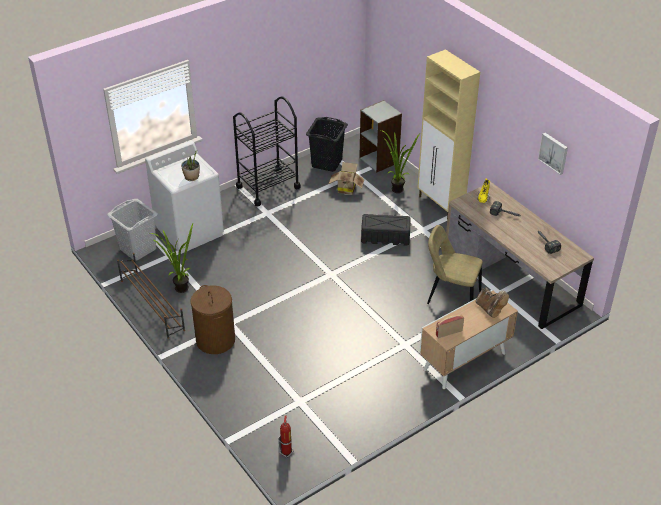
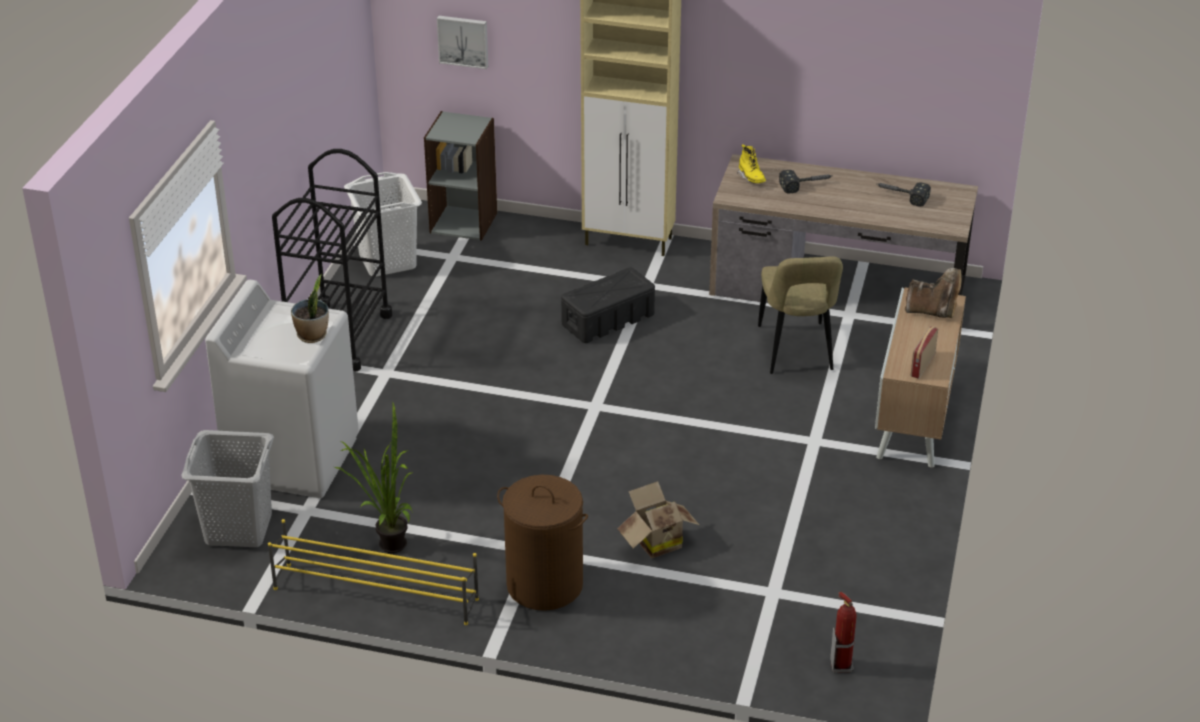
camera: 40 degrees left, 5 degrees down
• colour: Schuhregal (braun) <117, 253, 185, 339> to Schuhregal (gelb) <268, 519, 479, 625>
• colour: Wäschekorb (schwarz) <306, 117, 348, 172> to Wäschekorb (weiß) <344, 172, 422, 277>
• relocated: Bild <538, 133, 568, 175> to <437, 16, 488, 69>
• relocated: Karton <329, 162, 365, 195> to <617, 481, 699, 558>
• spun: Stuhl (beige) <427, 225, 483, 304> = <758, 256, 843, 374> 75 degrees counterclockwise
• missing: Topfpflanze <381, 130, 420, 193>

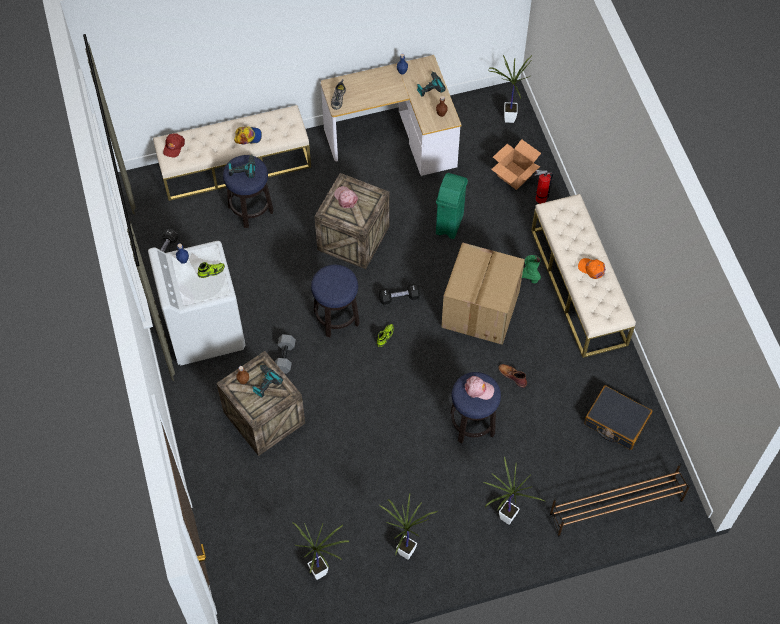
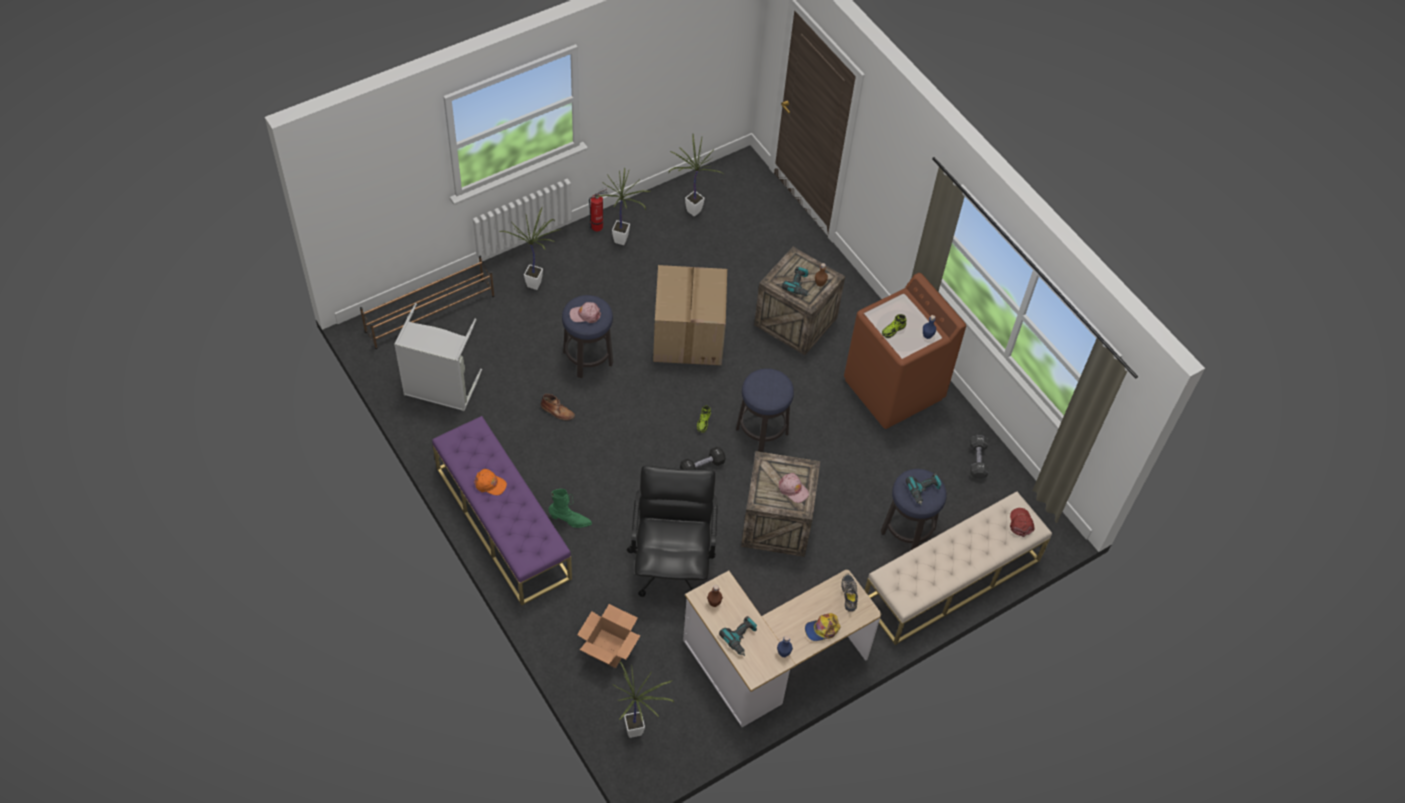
camera: 160 degrees right, 5 degrees down
• exchanged: Koffer (schwarz) <584, 385, 653, 450> to Wäschekorb (grau) <394, 303, 482, 411>
• colour: Bank (beige) <531, 194, 636, 358> to Bank (lila) <432, 416, 572, 606>
• relocated: Feuerlöscher <534, 170, 553, 204> to <589, 187, 608, 231>
• exchanged: Mülleimer (grün) <436, 173, 468, 239> to Bürostuhl (schwarz) <627, 466, 718, 597>
• relocated: Karton <441, 242, 525, 345> to <653, 265, 727, 366>
• relocated: Kappe <234, 126, 262, 145> to <805, 613, 840, 641>
• colour: Waschmaschine (weiß) <148, 241, 245, 366> to Waschmaschine (braun) <844, 273, 966, 429>
• missing: Hantel (grau) <274, 334, 296, 374>

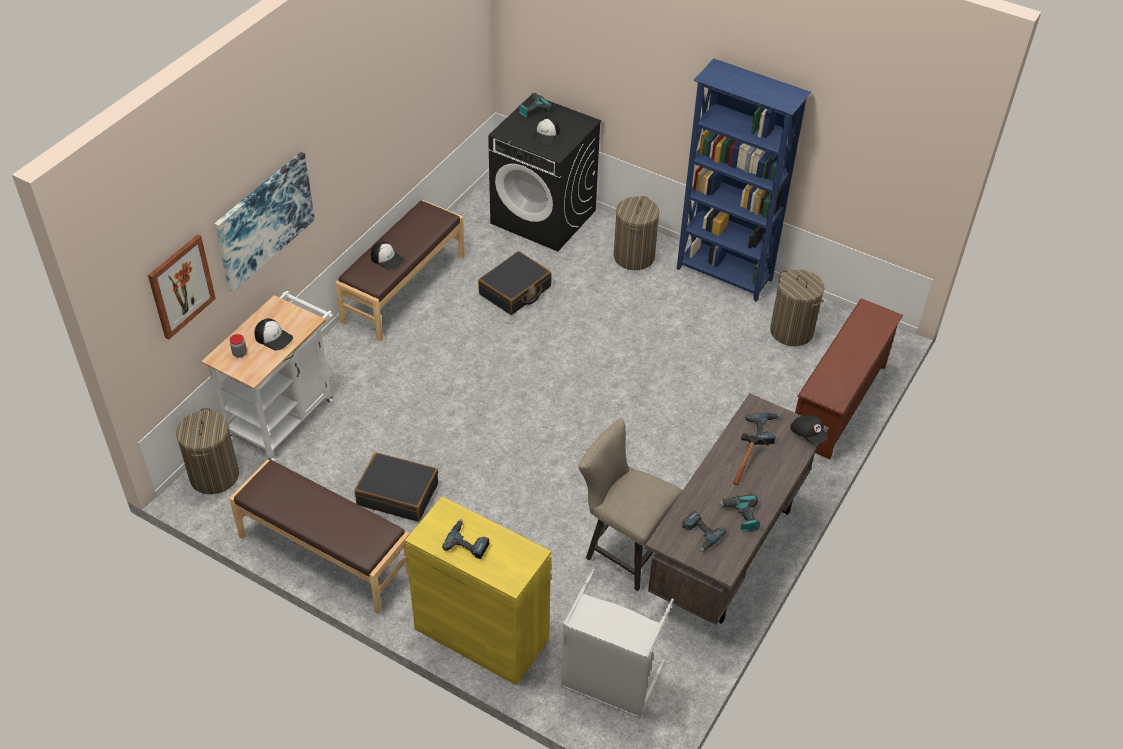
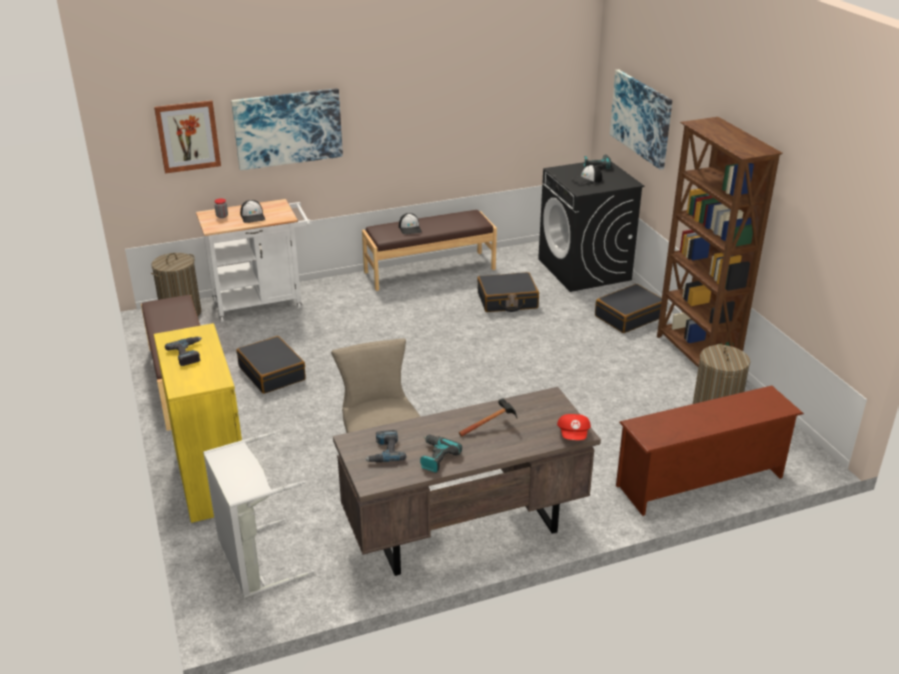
camera: 40 degrees right, 15 degrees down
• colour: Kappe (schwarz) <790, 415, 828, 444> to Kappe (rot) <557, 414, 591, 440>
• exchanged: Wäschekorb <614, 196, 660, 270> to Koffer (schwarz) <595, 284, 662, 333>
• appeared: Bild <610, 70, 672, 170>
• colour: Bücherregal (blau) <677, 59, 811, 302> to Bücherregal (braun) <657, 117, 783, 367>
• missing: Bohrmaschine <745, 413, 780, 445>

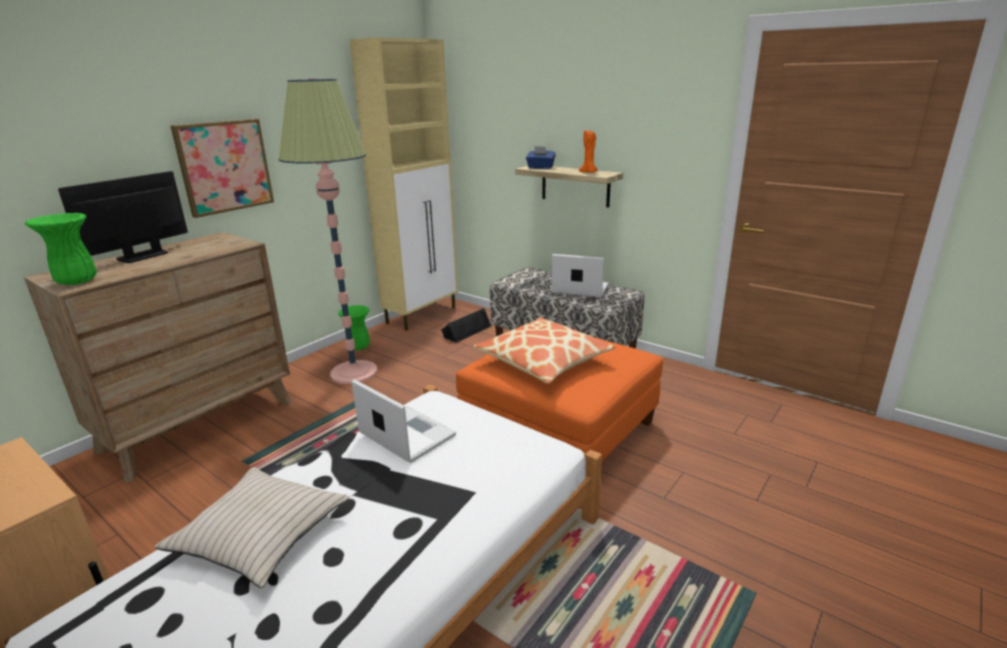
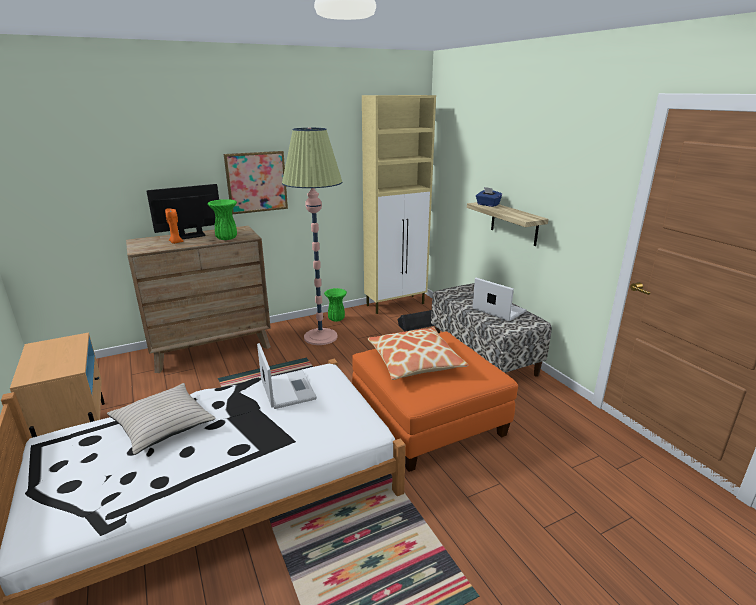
camera: 25 degrees right, 0 degrees up
• relocated: Kerze (orange) <579, 130, 598, 173> to <165, 208, 184, 244>
• relocated: Vase (grün) <25, 213, 97, 285> to <207, 199, 237, 240>

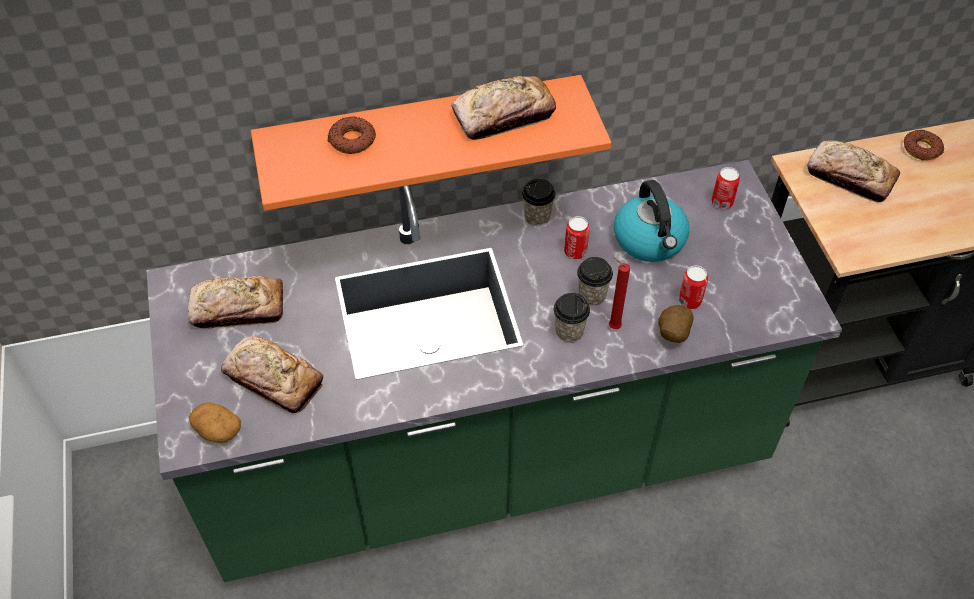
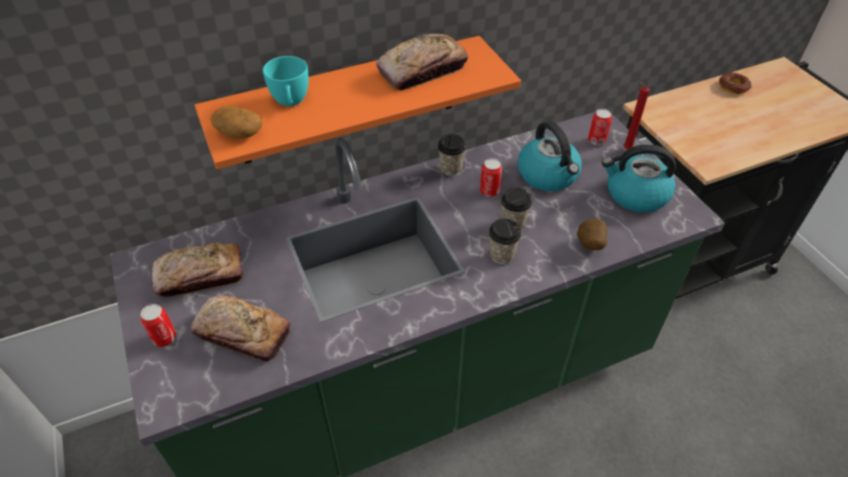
camera: 10 degrees left, 5 degrees down
• relocated: Dose <678, 265, 708, 309> to <140, 304, 176, 347>
• relocated: Kartoffel <189, 402, 241, 443> to <210, 106, 262, 138>
• exchanged: Donut <327, 116, 376, 154> to Tasse (türkis) <263, 56, 308, 106>
• appeared: Wasserkessel <602, 144, 676, 213>
• relocated: Kerze (rot) <609, 258, 630, 329> to <623, 81, 650, 150>
• missing: Brot <807, 141, 900, 202>

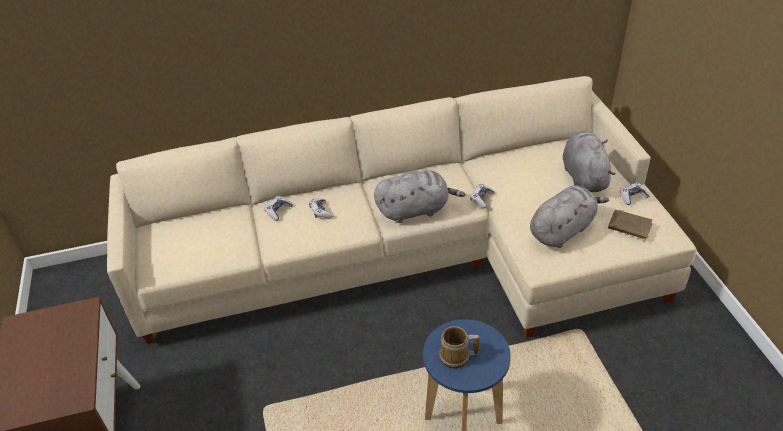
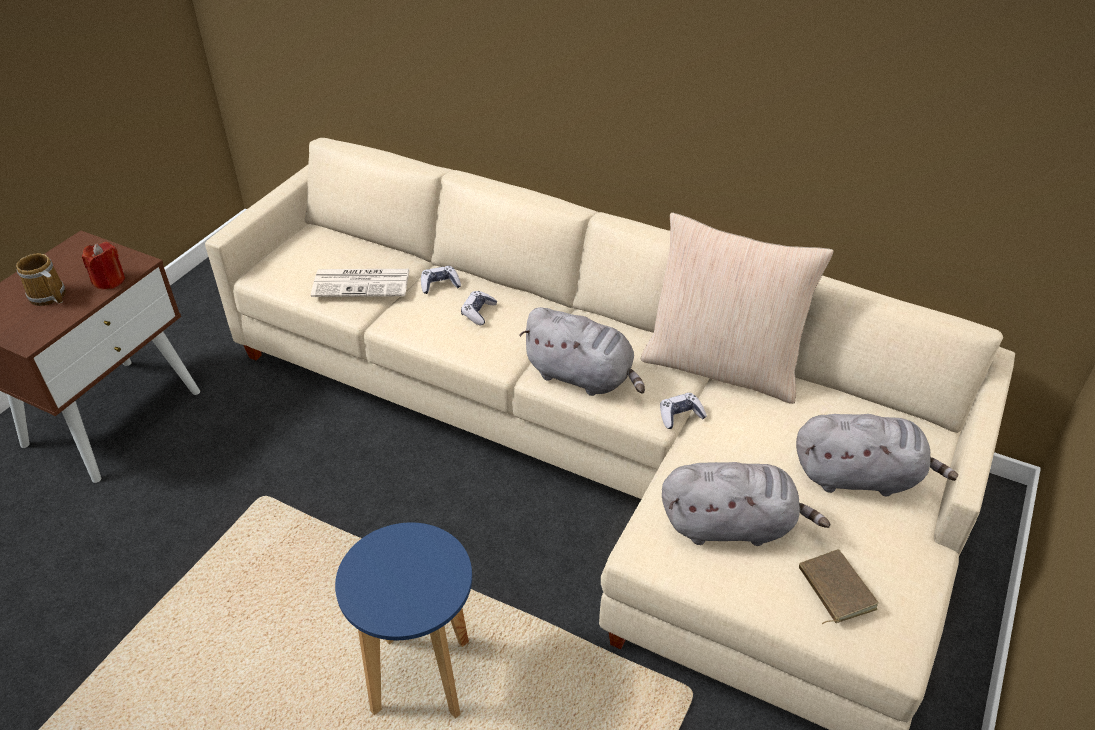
camera: 40 degrees right, 0 degrees up
• relocated: Henkelbecher <439, 326, 480, 369> to <16, 253, 66, 306>
• appeared: Kerze (rot) <82, 242, 125, 289>
• appeared: Zeitung <311, 269, 409, 297>
• appeared: Kissen (beige) <641, 212, 834, 404>
• spun: Plüschtier (grau) <563, 132, 615, 192> = <796, 414, 958, 496> 60 degrees clockwise
• missing: Gamepad <620, 182, 650, 205>

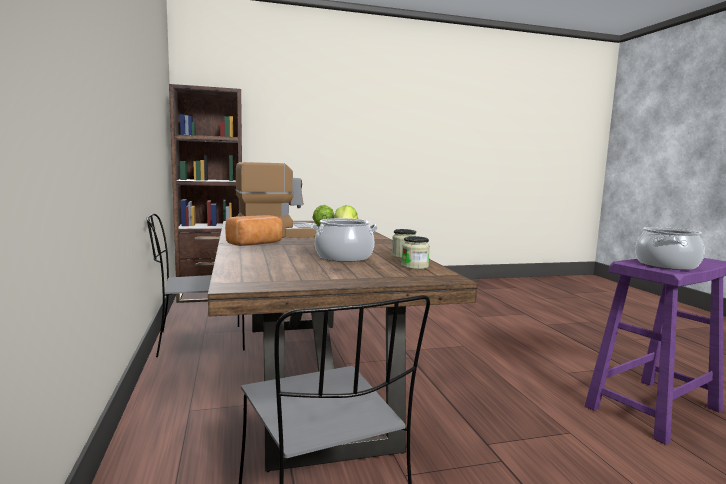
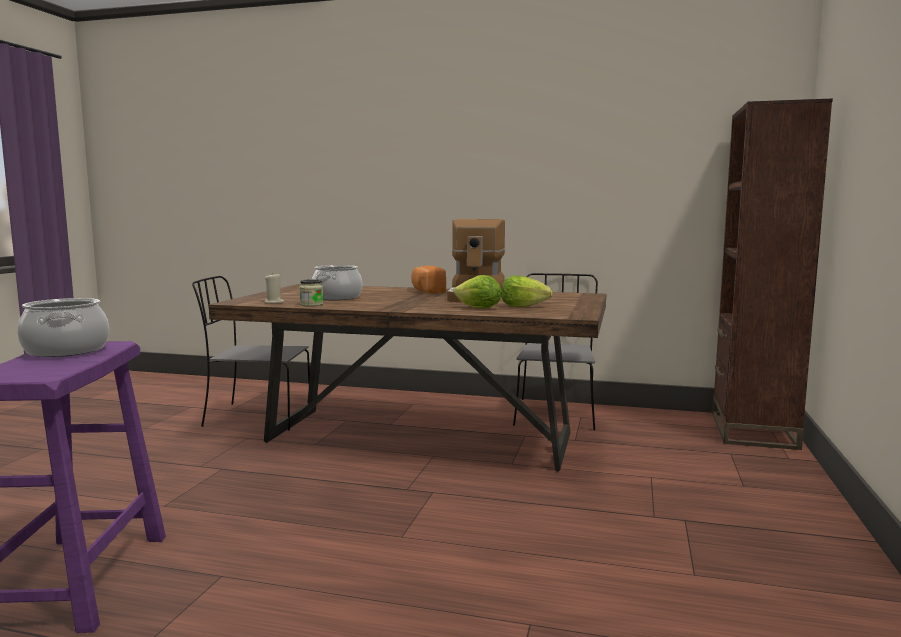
camera: 120 degrees right, 0 degrees up
• exchanged: Vorratsglas <401, 236, 430, 269> to Kerze (beige) <265, 274, 284, 303>

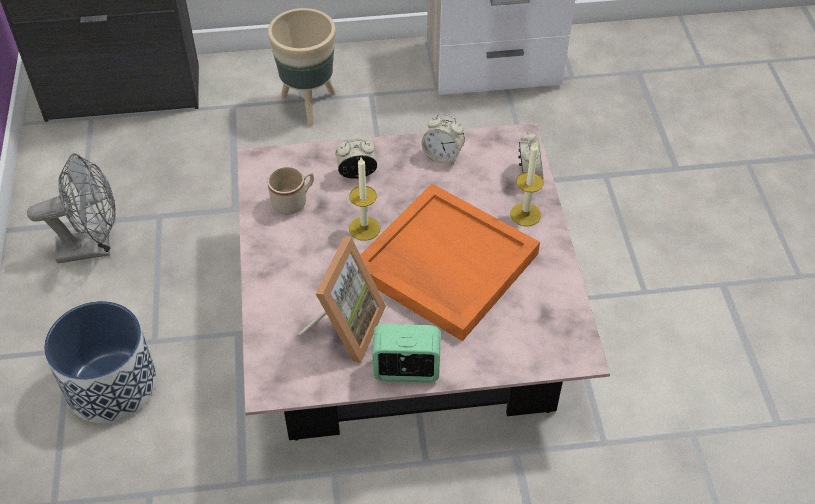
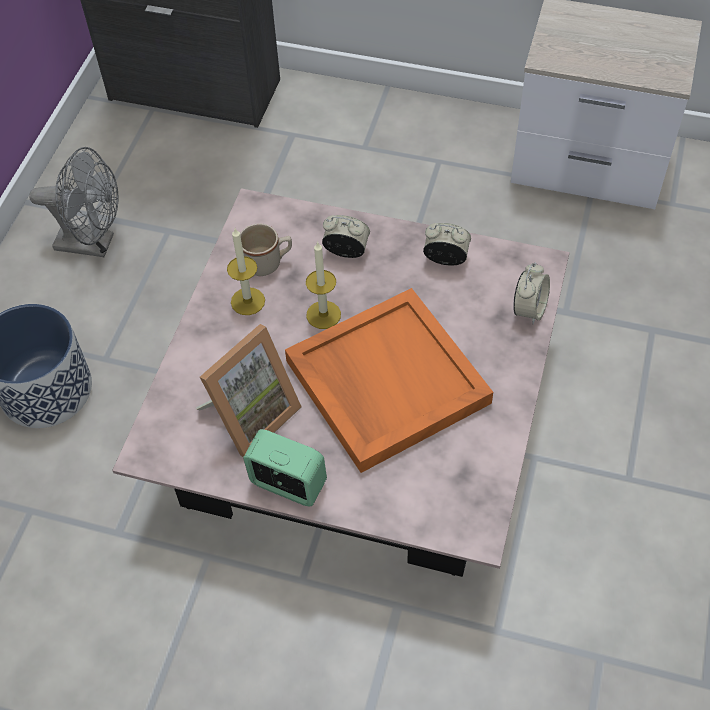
camera: 25 degrees right, 5 degrees up
• relocated: Kerze <510, 143, 544, 226> to <227, 228, 265, 315>
• spun: Wecker <422, 114, 465, 164> = <423, 223, 471, 266> 150 degrees clockwise
• missing: Pflanzkübel (beige) <268, 8, 335, 126>

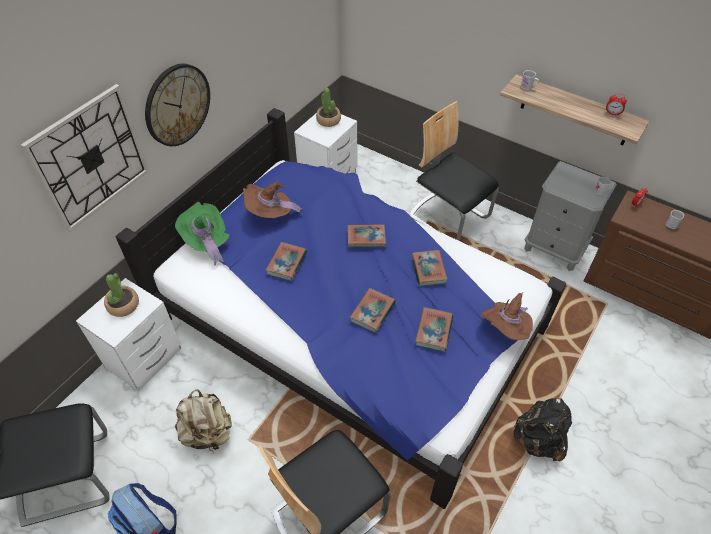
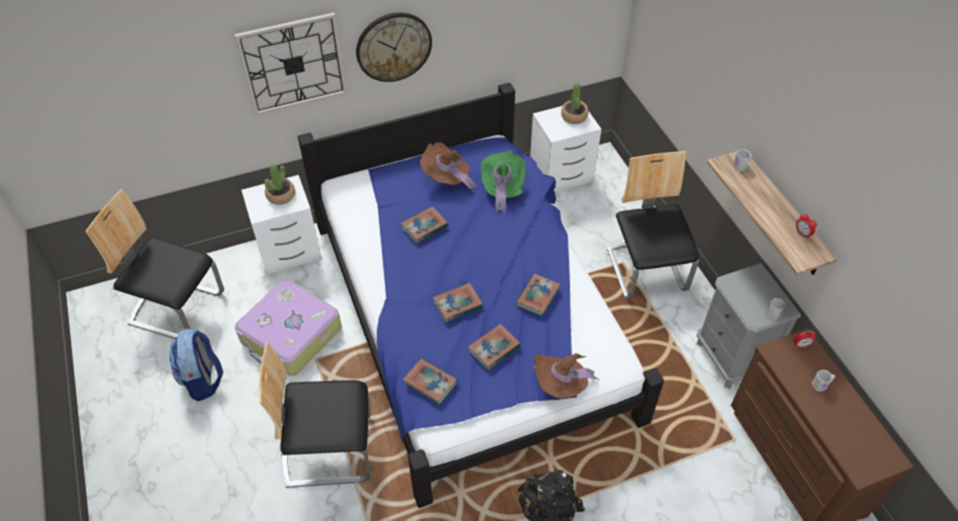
camera: 35 degrees right, 0 degrees up
• exchanged: Rucksack (beige) <175, 389, 232, 452> to Koffer <235, 280, 342, 376>
• relocated: Buch <348, 224, 386, 248> to <403, 358, 458, 405>
• relocated: Hut (grün) <175, 202, 230, 266> to <481, 150, 526, 213>

